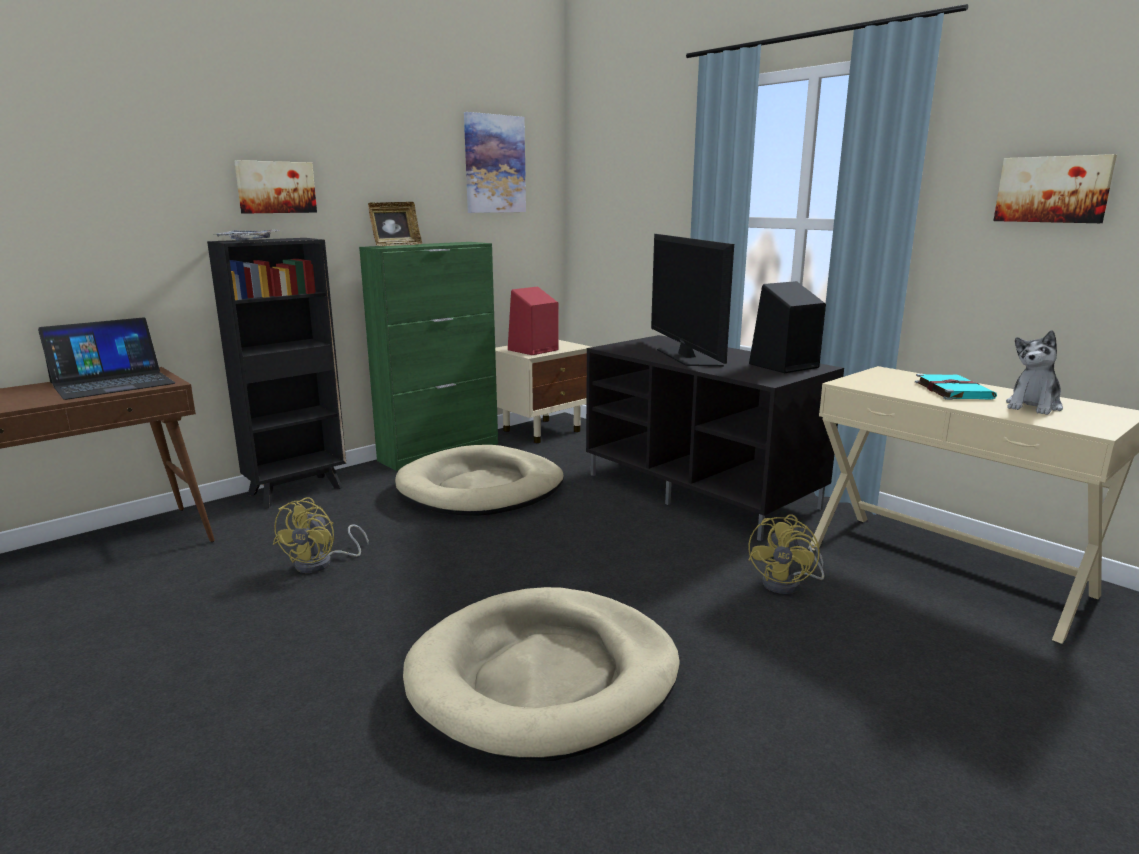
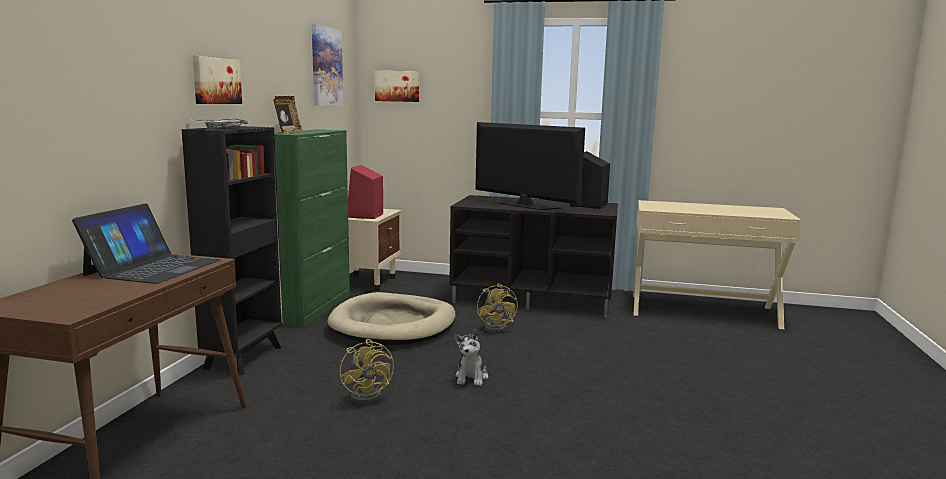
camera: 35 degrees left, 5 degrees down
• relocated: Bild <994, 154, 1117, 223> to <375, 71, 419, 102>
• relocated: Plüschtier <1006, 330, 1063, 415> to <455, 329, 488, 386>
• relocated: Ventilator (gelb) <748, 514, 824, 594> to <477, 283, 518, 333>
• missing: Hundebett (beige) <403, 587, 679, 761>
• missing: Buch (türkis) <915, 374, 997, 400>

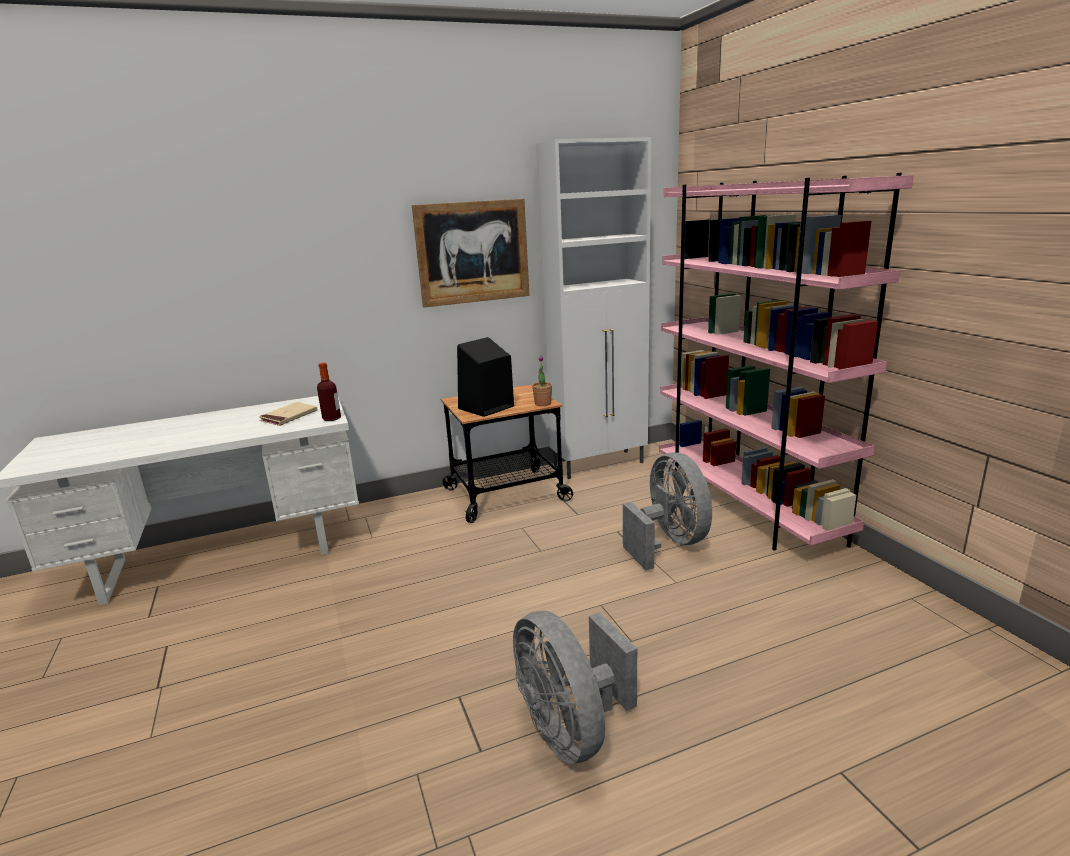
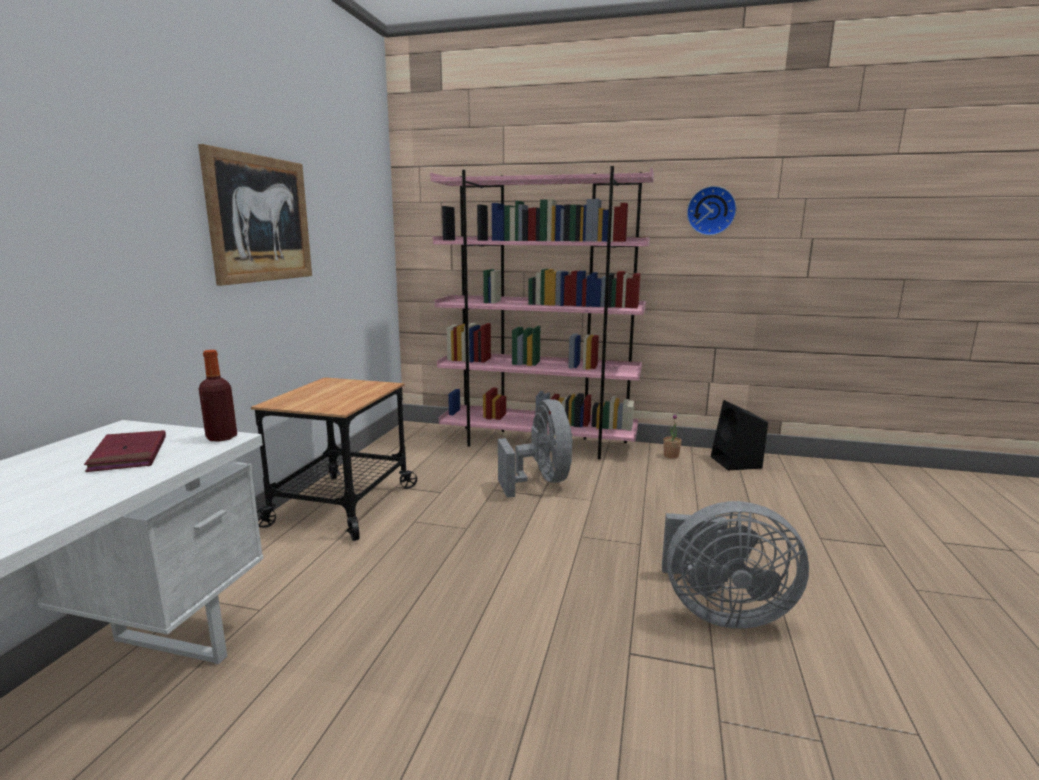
camera: 55 degrees left, 5 degrees down
• colour: Buch (beige) <259, 402, 317, 426> to Buch (rot) <84, 430, 166, 472>
• spun: Ventilator (grau) <623, 452, 712, 570> = <498, 399, 573, 498> 60 degrees clockwise
• relocated: Topfpflanze <532, 355, 552, 406> to <663, 414, 682, 459>
• appeared: Wanduhr <687, 186, 737, 236>
• relocated: Lautsprecher (schwarz) <457, 337, 514, 417> to <711, 400, 768, 470>
• missing: Schrank (weiß) <536, 137, 651, 479>

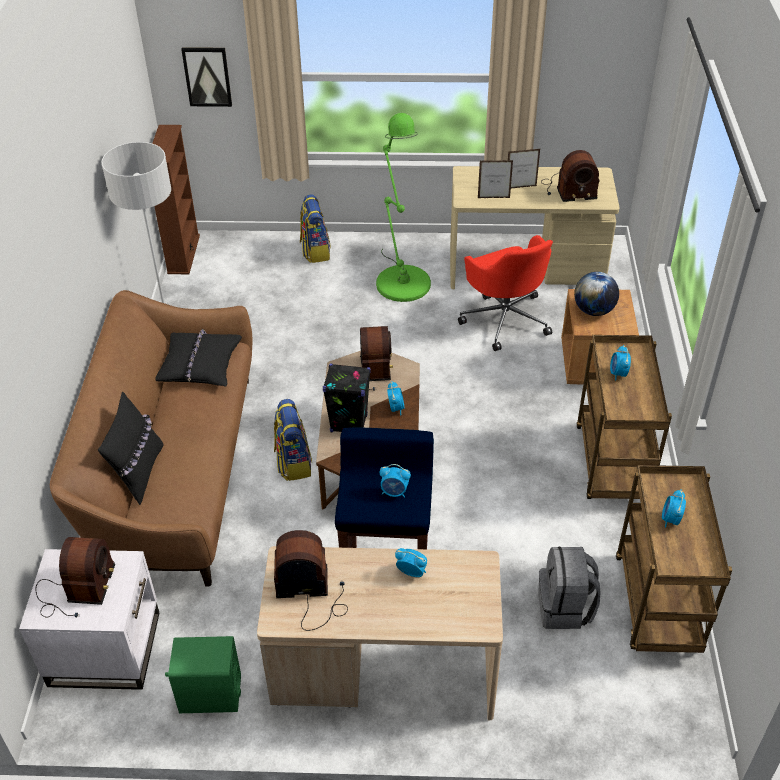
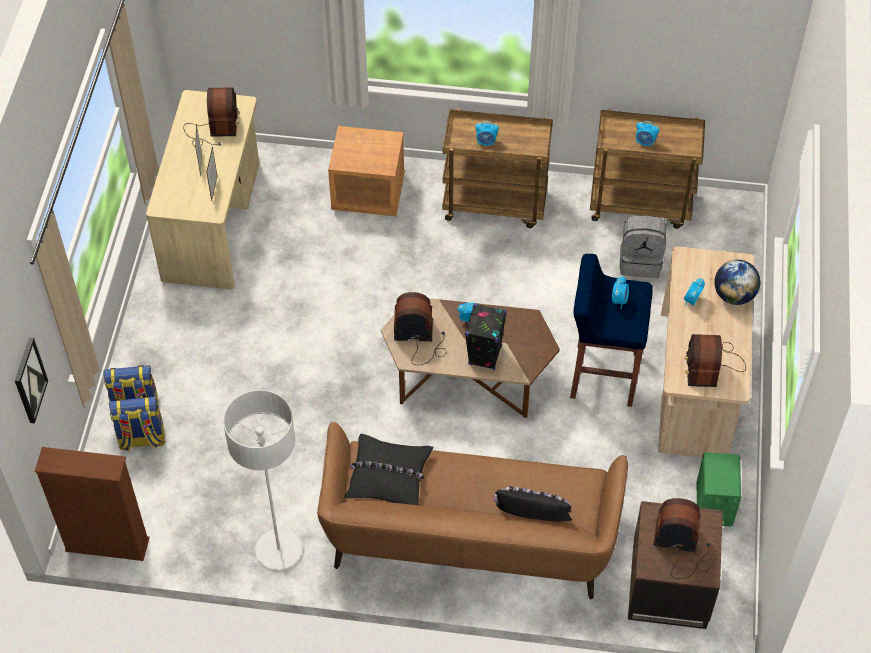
camera: 85 degrees left, 10 degrees up
• relocated: Rucksack <274, 399, 312, 481> to <109, 396, 165, 452>
• colour: Beistelltisch (weiß) <19, 549, 159, 690> to Beistelltisch (braun) <628, 501, 723, 629>
• relocated: Globus <574, 272, 619, 316> to <714, 260, 760, 305>
• missing: Stehlampe (grün) <376, 113, 431, 302>
• missing: Bürostuhl (rot) <458, 235, 553, 351>

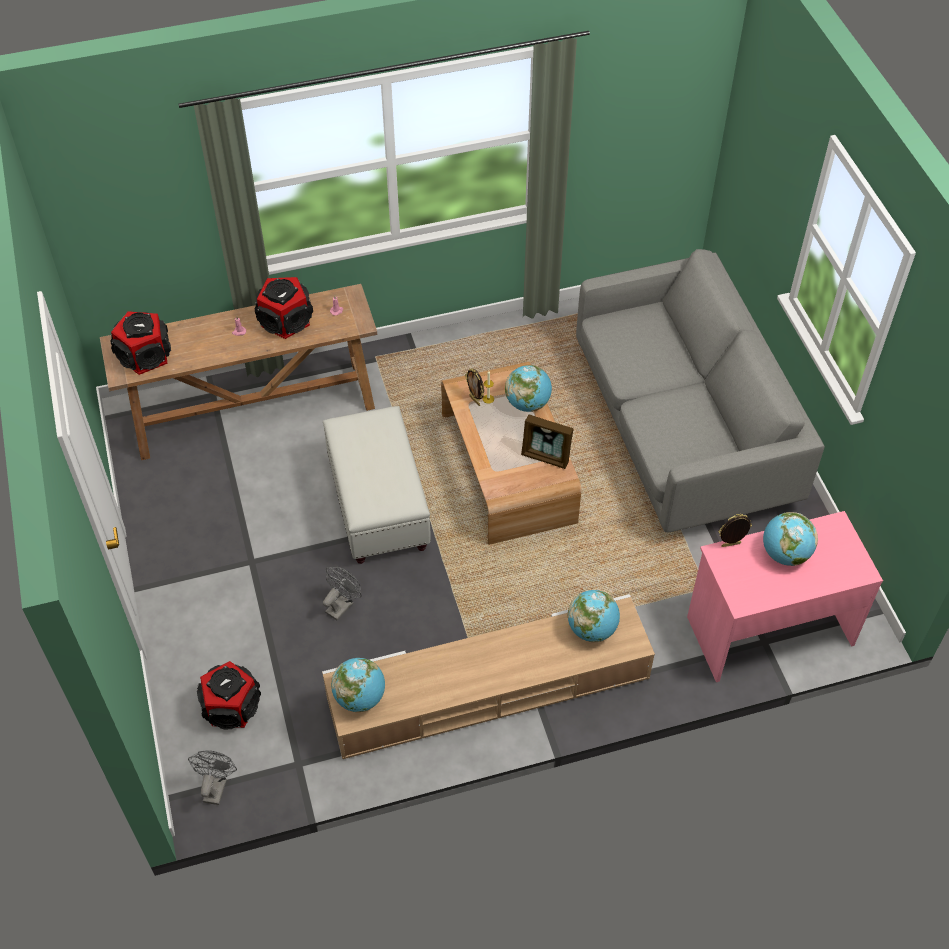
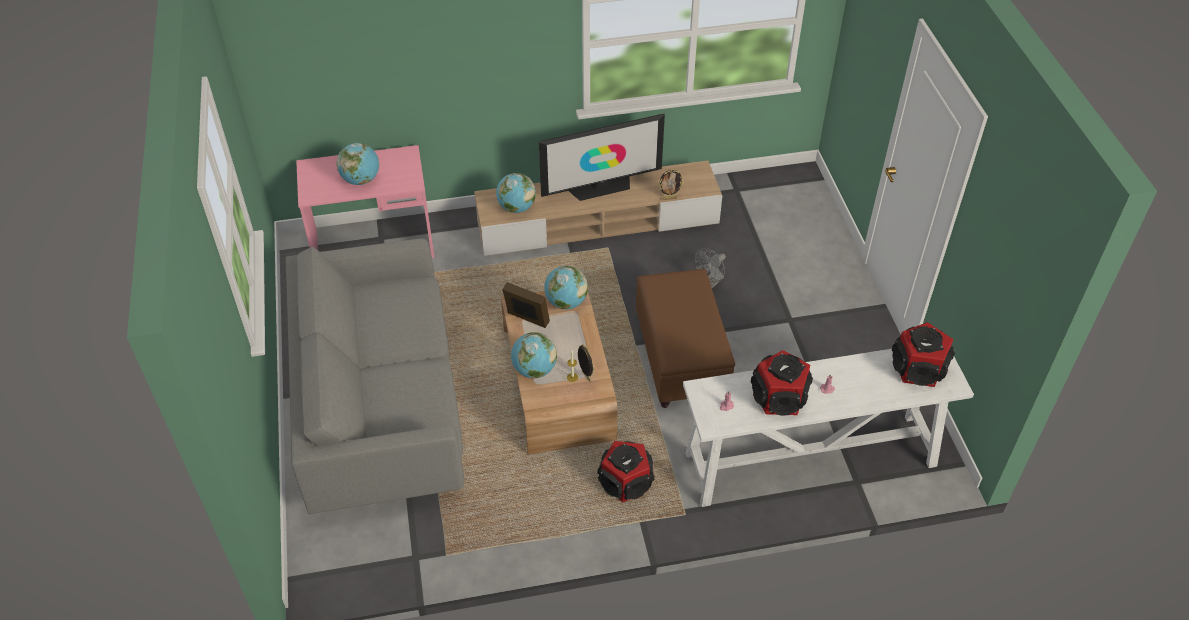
camera: 175 degrees left, 5 degrees down
• appeared: Fernseher <539, 114, 665, 201>
• relocated: Globus <331, 658, 385, 712> to <544, 266, 588, 309>
• relocated: Lautsprecher <197, 661, 261, 729> to <597, 441, 655, 503>
• colour: Polsterhocker (weiß) <323, 406, 431, 564> to Polsterhocker (braun) <636, 269, 735, 408>
• relocated: Bilderrahmen <718, 514, 752, 547> to <658, 169, 684, 200>
• colour: Konsolentisch (braun) <100, 284, 377, 460> to Konsolentisch (weiß) <683, 349, 974, 507>
• missing: Ventilator (grau) <188, 750, 237, 805>

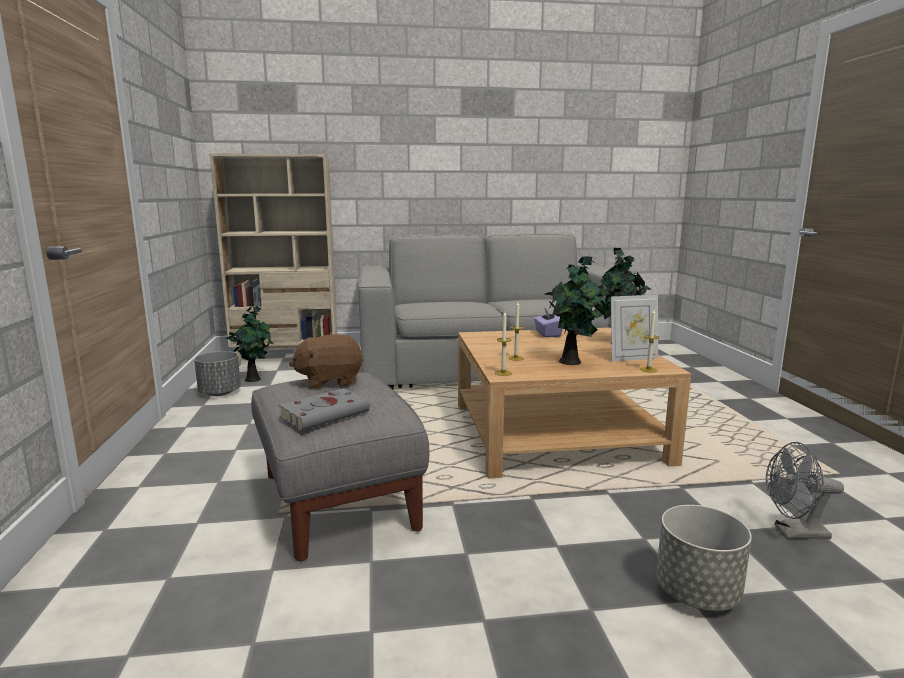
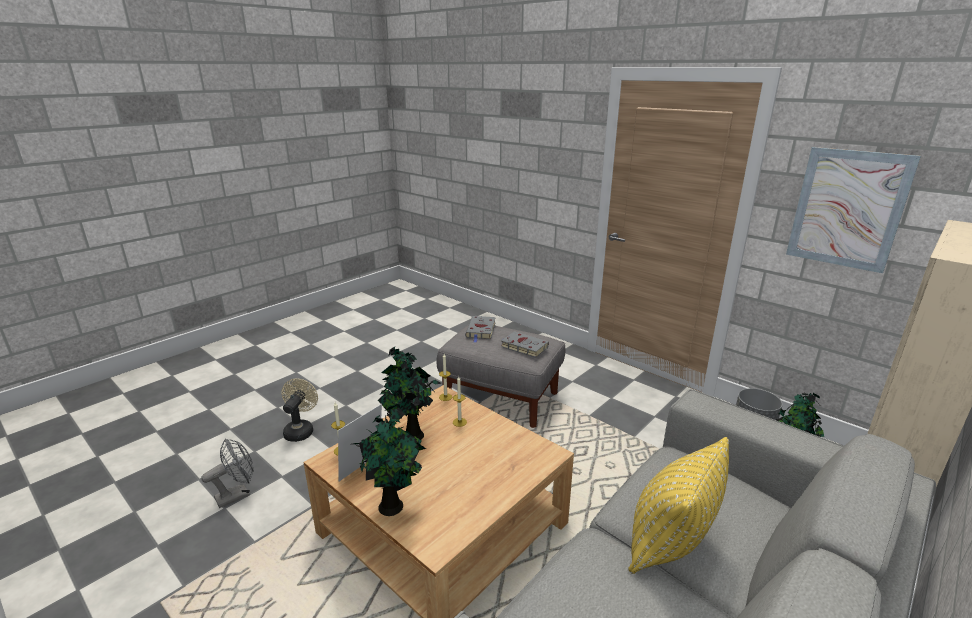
camera: 140 degrees right, 10 degrees up
• exchanged: Pflanzkübel (grau) <656, 505, 752, 611> to Ventilator (beige) <281, 379, 318, 442>
• exchanged: Plüschtier (braun) <289, 334, 364, 389> to Buch (grau) <501, 332, 549, 358>
• appeared: Kissen (gelb) <628, 437, 729, 574>
• appeared: Bild <786, 147, 921, 273>
• missing: Taschentuchbox (lila) <534, 307, 563, 337>

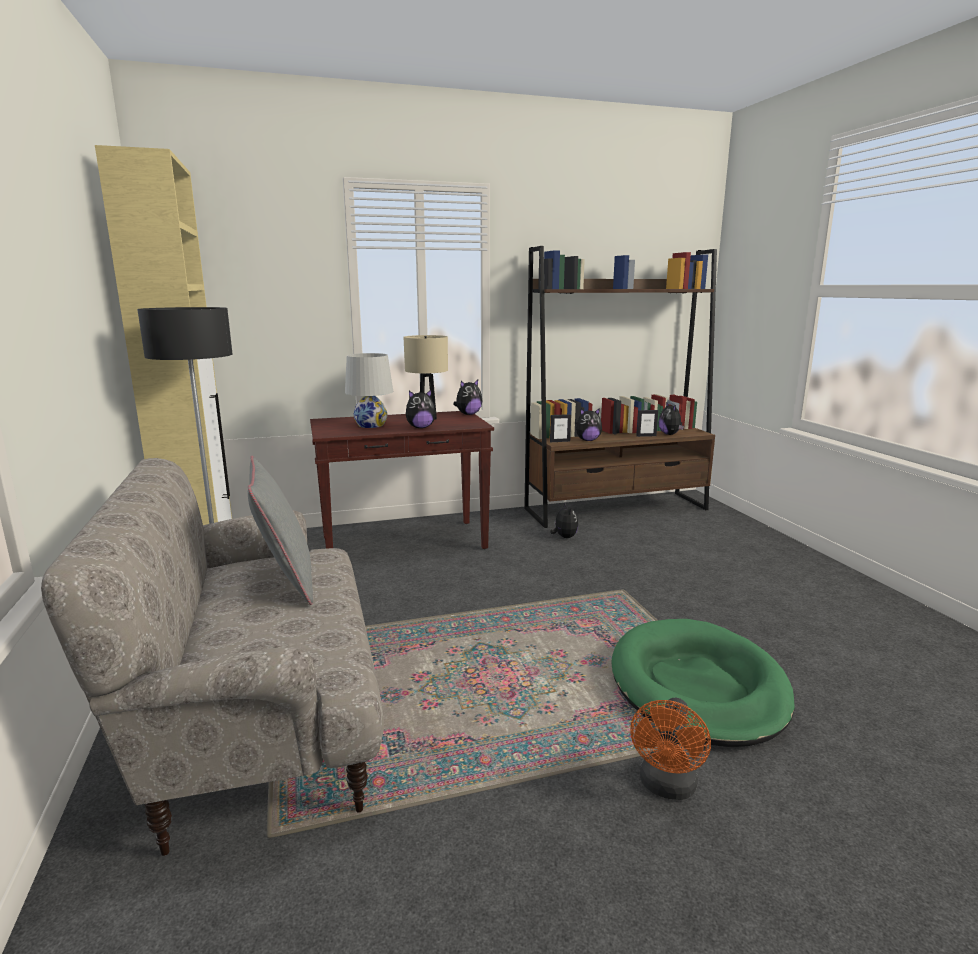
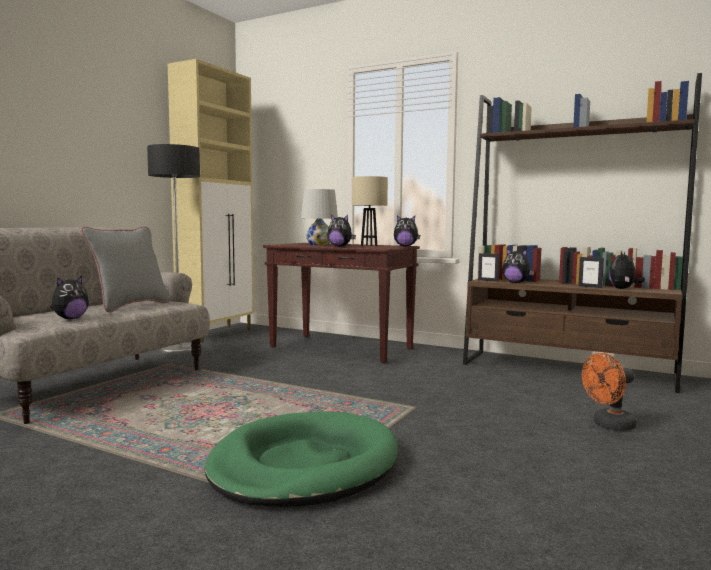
camera: 45 degrees right, 10 degrees down
• relocated: Plüschtier <550, 503, 578, 538> to <50, 276, 89, 319>
• relocated: Ventilator (orange) <630, 698, 711, 800> to <582, 353, 637, 431>

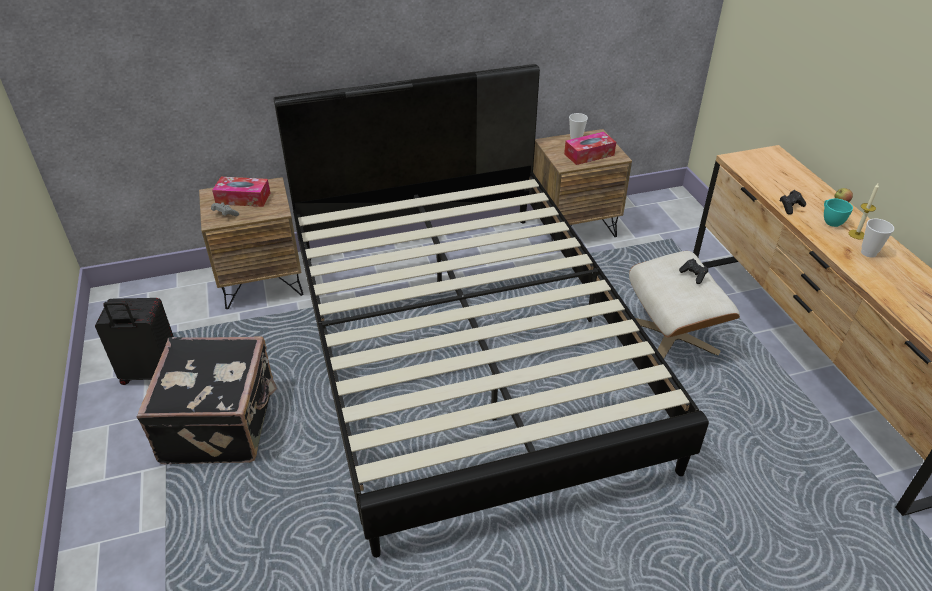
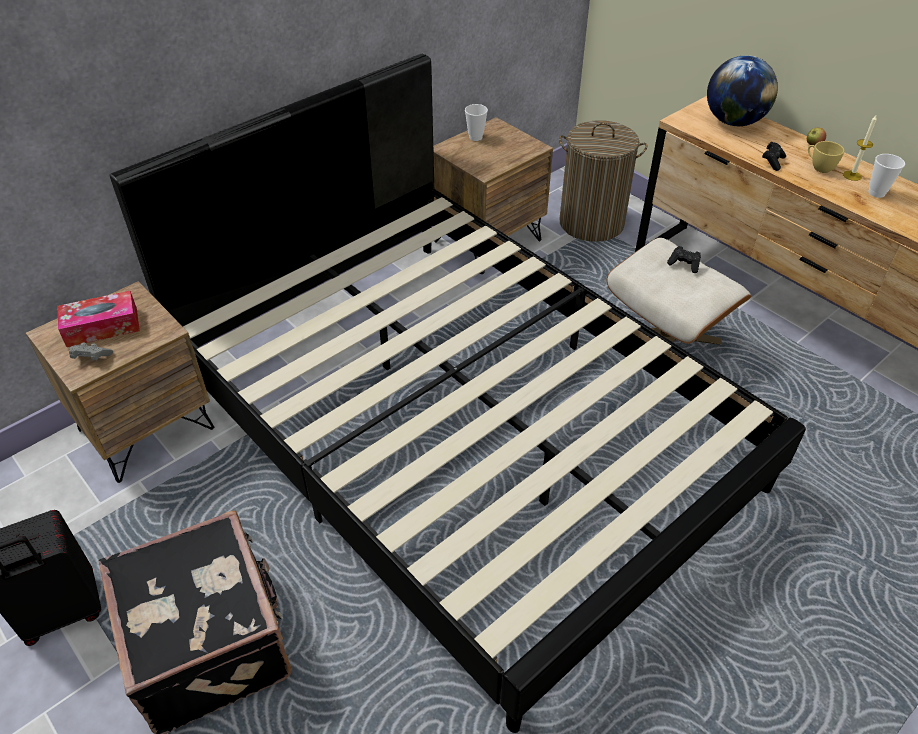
camera: 25 degrees left, 5 degrees up
• appeared: Wäschekorb <559, 120, 648, 242>
• appeared: Globus <707, 55, 778, 126>
• colour: Tasse (türkis) <824, 198, 853, 227> to Tasse (gelb) <808, 141, 844, 173>
• missing: Taschentuchbox <564, 132, 616, 165>

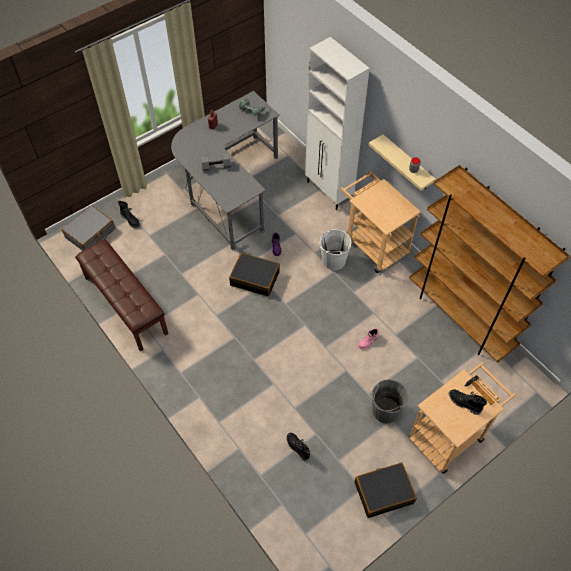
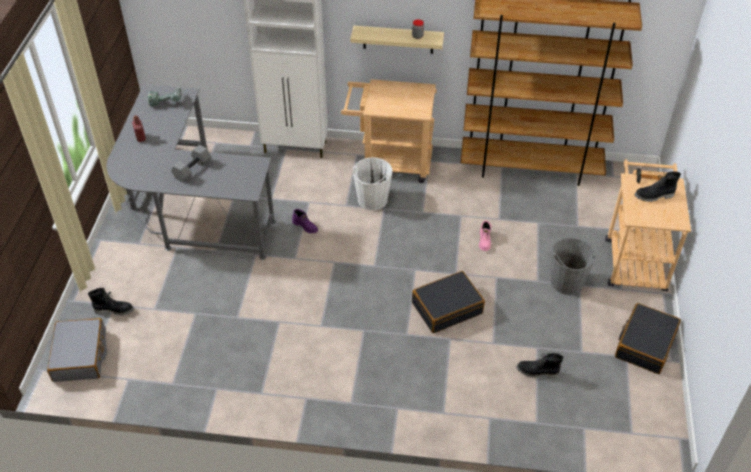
camera: 45 degrees left, 10 degrees down
• relocated: Koffer (schwarz) <229, 253, 280, 296> to <412, 271, 485, 333>
• missing: Bank (braun) <75, 240, 169, 351>

